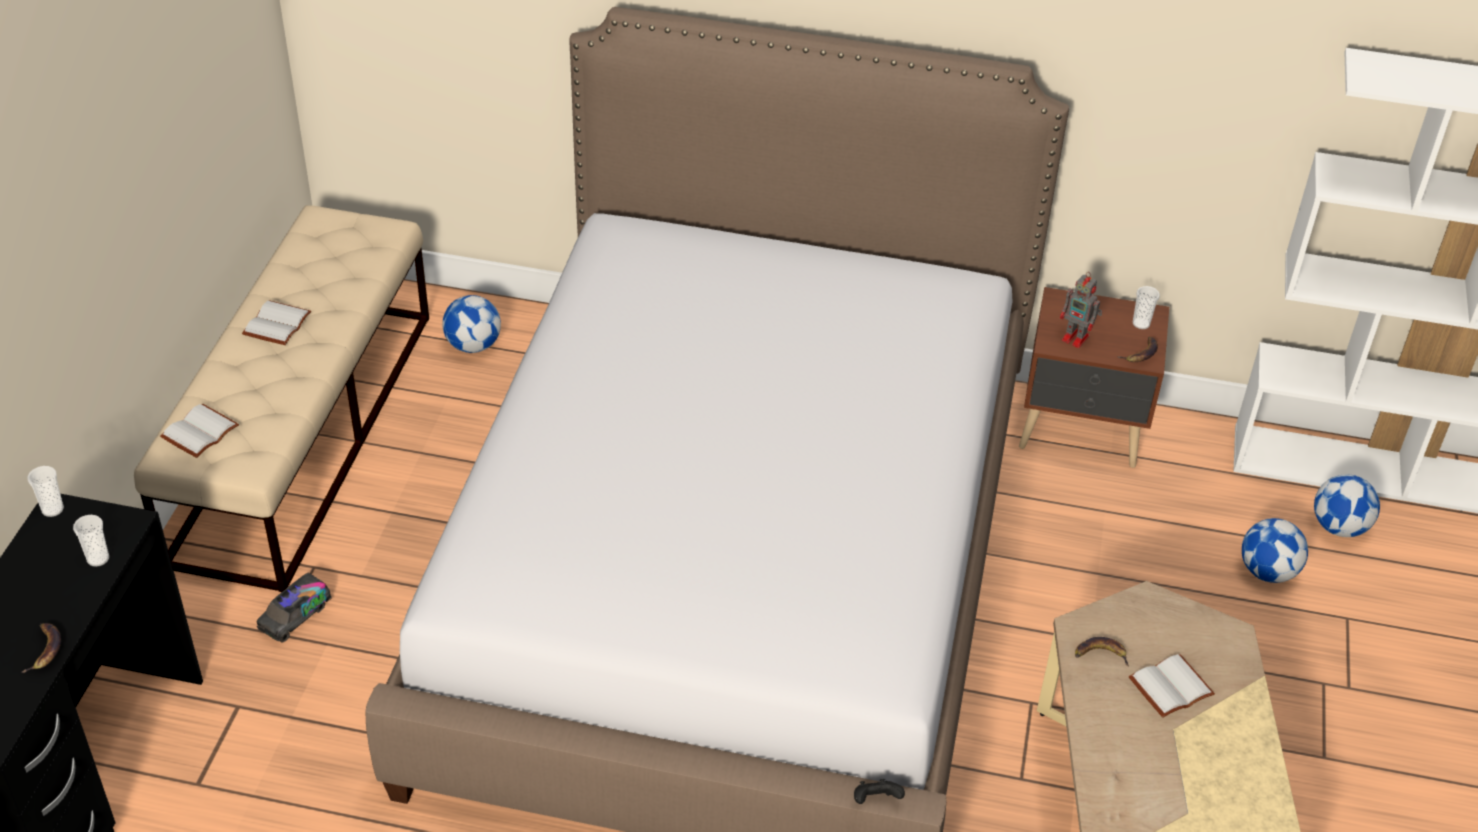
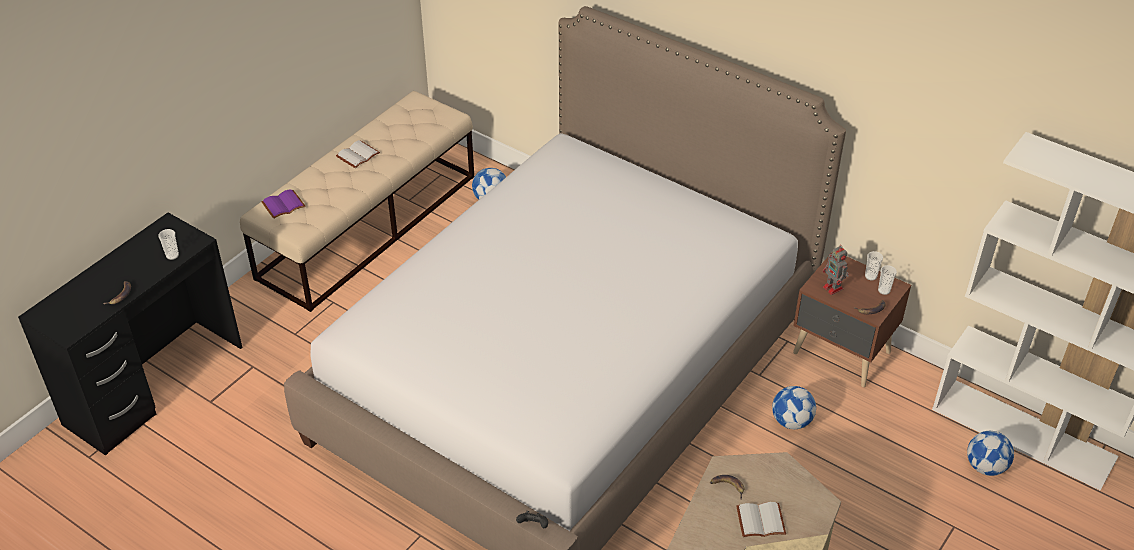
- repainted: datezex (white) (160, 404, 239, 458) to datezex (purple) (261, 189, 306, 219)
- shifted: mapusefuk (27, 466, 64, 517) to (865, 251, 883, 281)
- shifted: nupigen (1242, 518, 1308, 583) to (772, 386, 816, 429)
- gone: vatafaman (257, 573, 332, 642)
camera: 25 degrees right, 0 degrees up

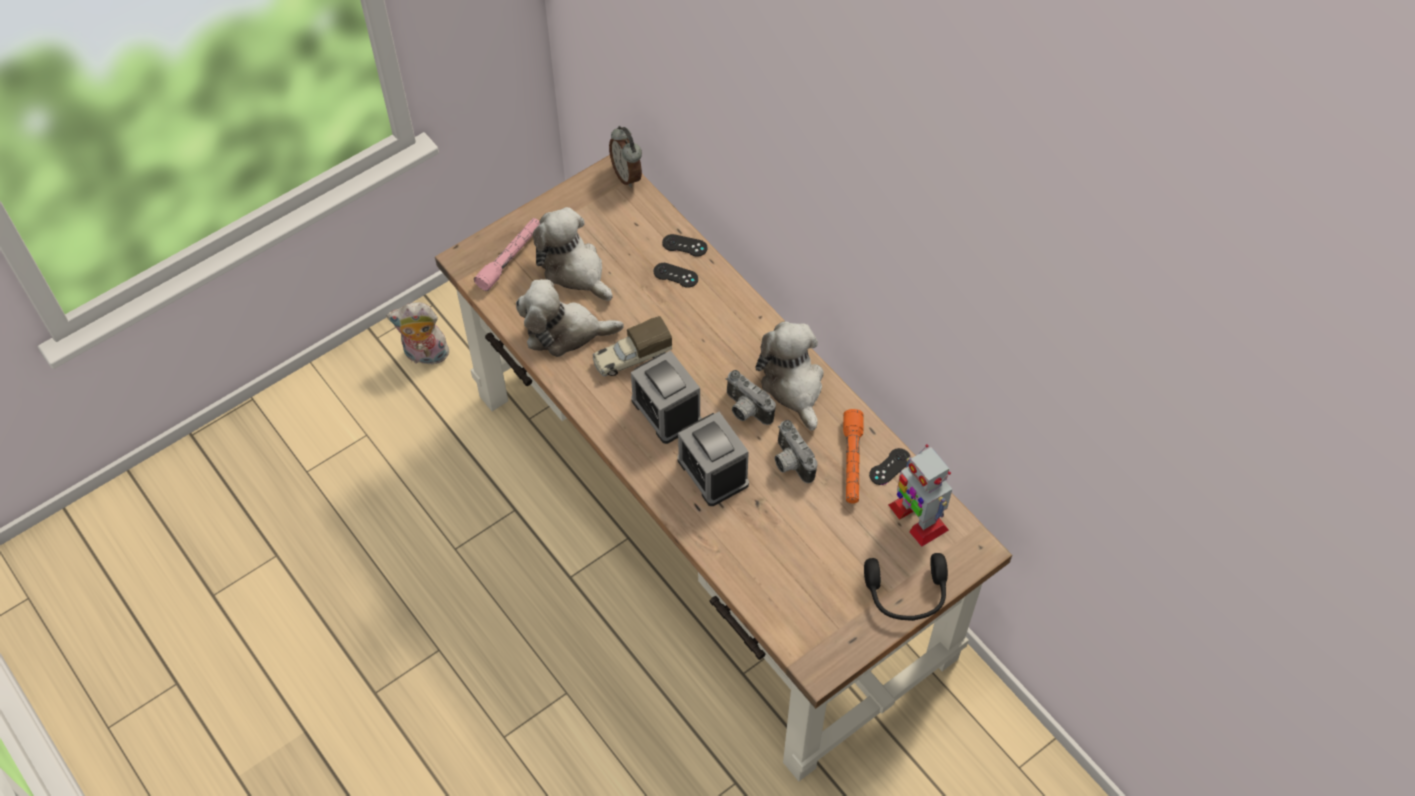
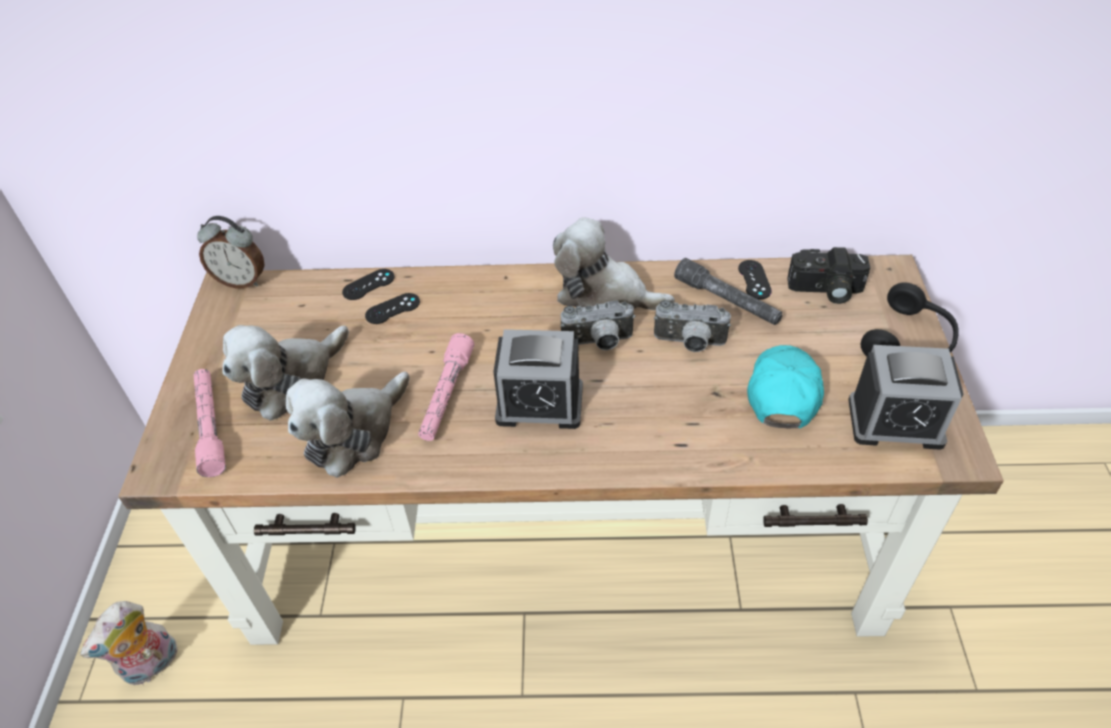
- rotated: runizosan (533, 207, 613, 301) = (223, 325, 349, 421) 45 degrees counterclockwise
- swapped: vatafaman (593, 316, 672, 377) to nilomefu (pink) (418, 333, 474, 441)
- repainted: nilomefu (orange) (843, 409, 864, 504) to nilomefu (grey) (674, 258, 783, 325)
- shifted: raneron (677, 412, 749, 506) to (848, 345, 963, 450)
- swapped: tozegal (888, 444, 952, 547) to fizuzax (787, 247, 870, 304)
- new: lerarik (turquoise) (747, 345, 824, 428)
camera: 50 degrees left, 10 degrees down

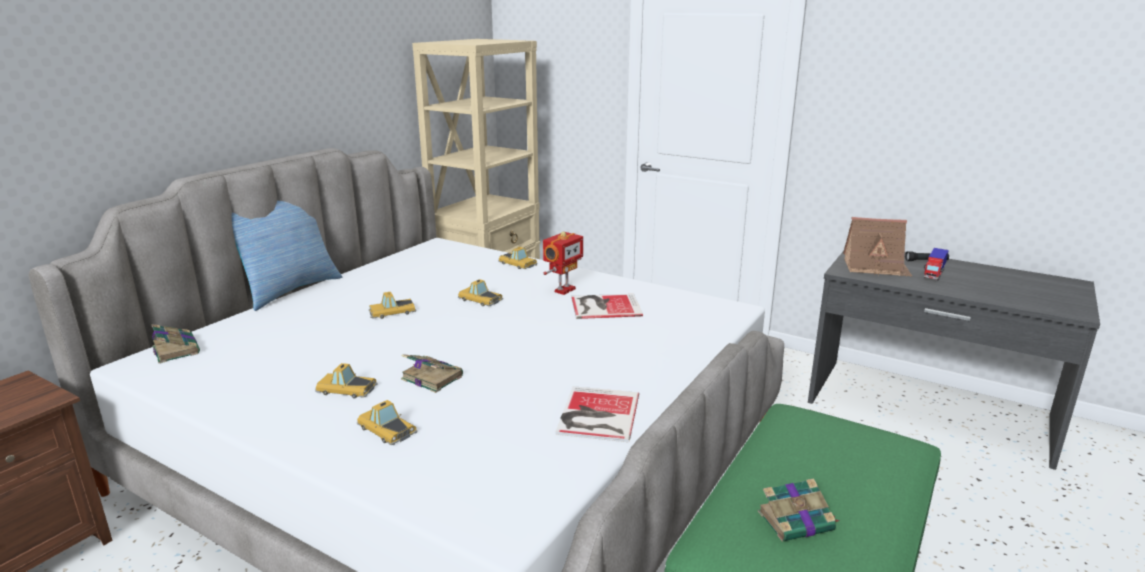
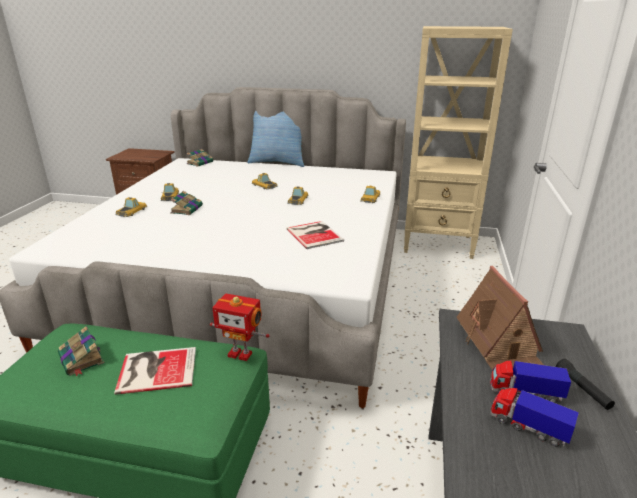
- shifted: tozegal (543, 232, 583, 295) to (210, 293, 270, 361)
- shifted: datezex (555, 386, 639, 442) to (114, 347, 196, 395)
- new: vatafaman (491, 388, 579, 447)
camera: 70 degrees right, 5 degrees up

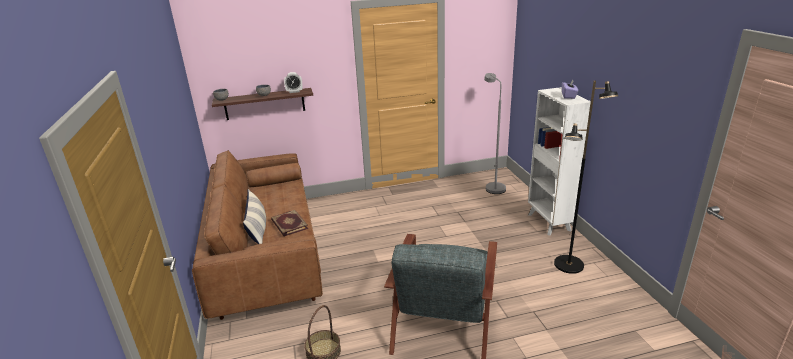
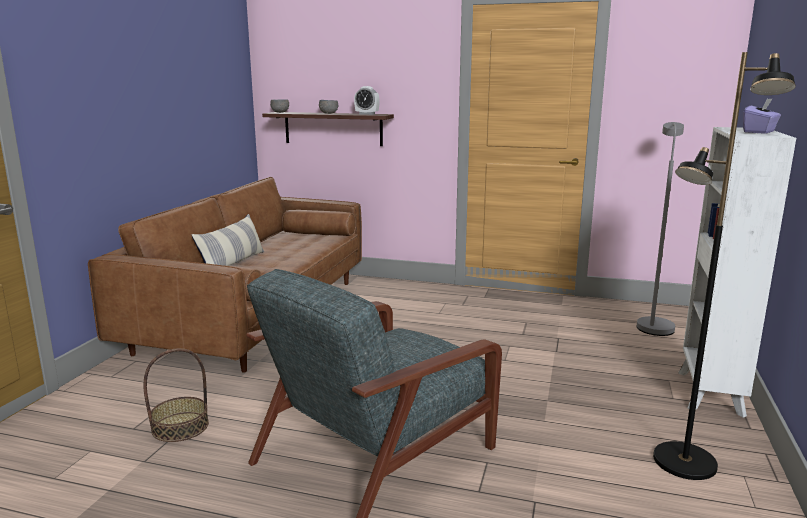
- gone: datezex (271, 210, 308, 237)
camera: 30 degrees right, 10 degrees down

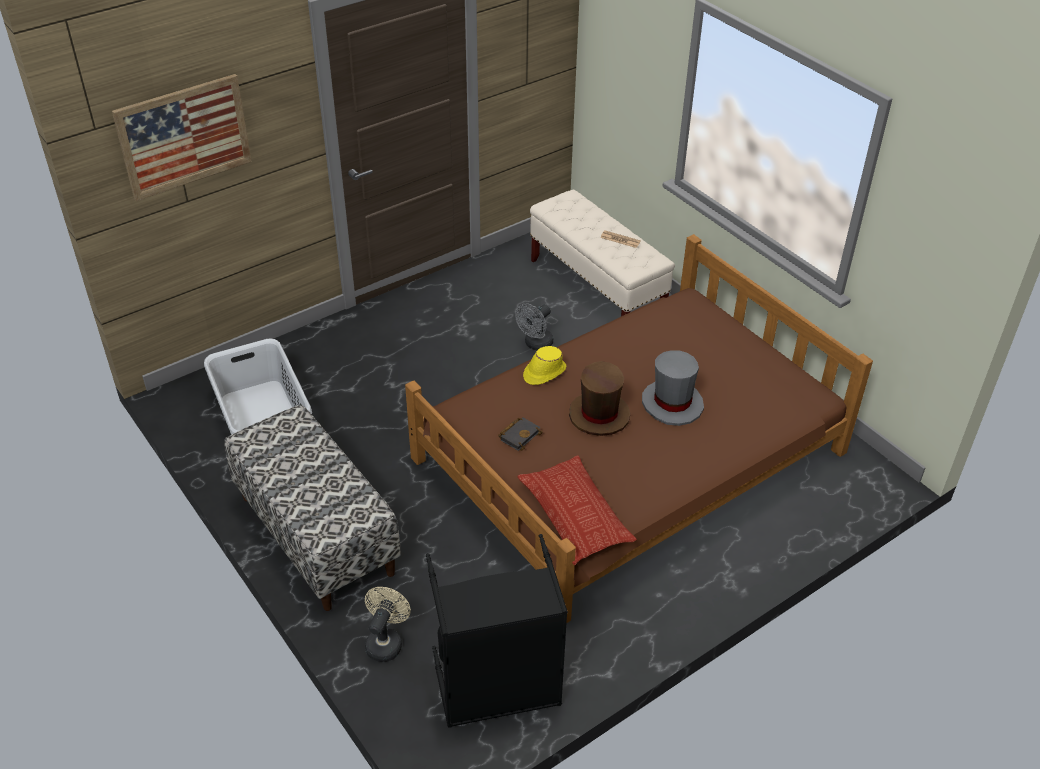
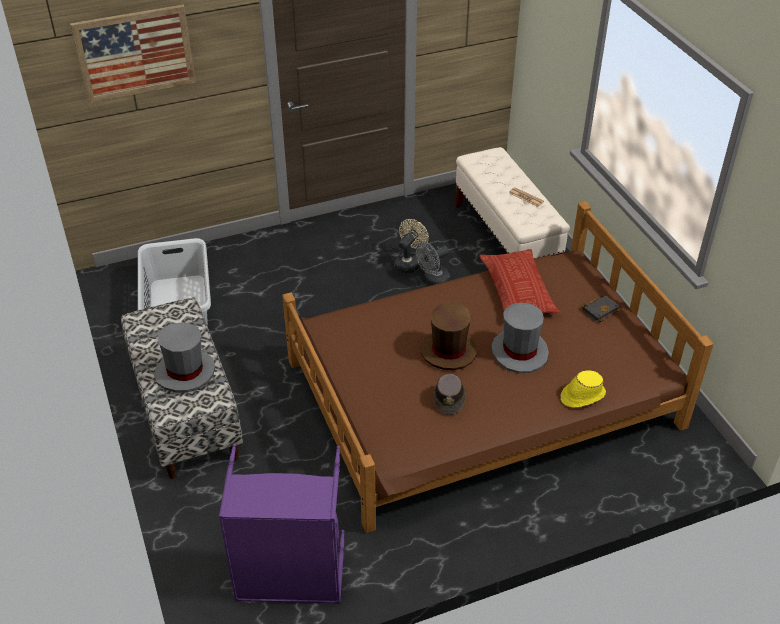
- shifted: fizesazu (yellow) (523, 346, 566, 385) to (561, 370, 606, 408)
- shifted: datezex (black) (498, 418, 543, 451) to (582, 295, 621, 322)
- shifted: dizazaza (517, 456, 637, 565) to (479, 249, 560, 314)
- repainted: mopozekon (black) (426, 534, 568, 728) to mopozekon (purple) (219, 443, 345, 604)
- shifted: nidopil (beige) (365, 587, 411, 662) to (394, 219, 429, 273)
- new: fizesazu (grey) (154, 323, 215, 392)
- new: fizesazu (brown) (433, 374, 466, 415)
camera: 15 degrees right, 0 degrees up

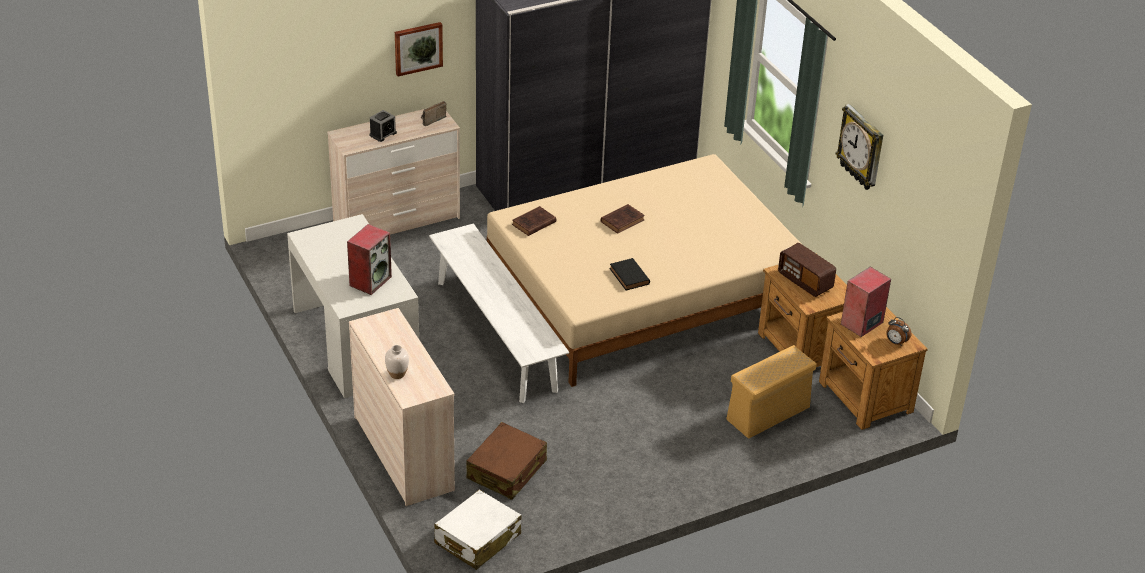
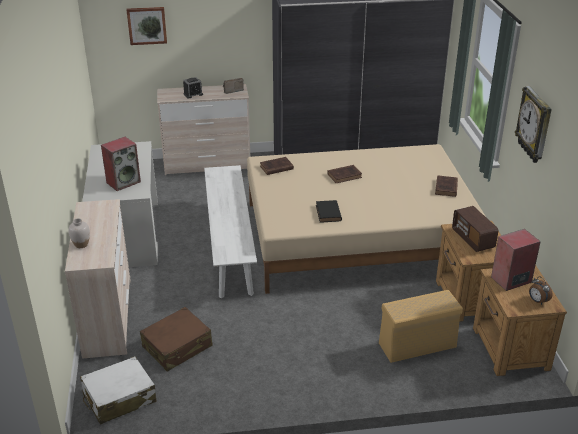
- shifted: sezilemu (395, 22, 443, 76) to (126, 7, 167, 45)
- new: datezex (brown) (435, 176, 458, 197)
camera: 20 degrees right, 5 degrees down

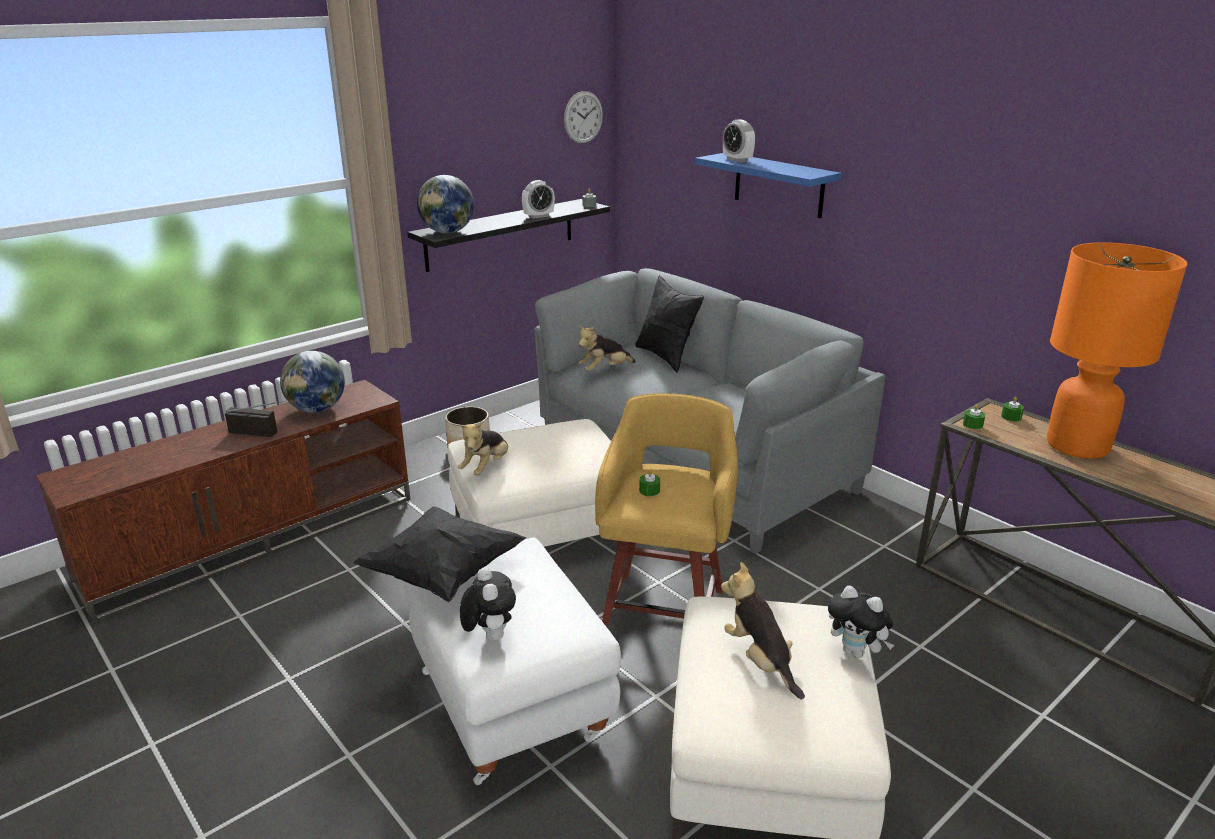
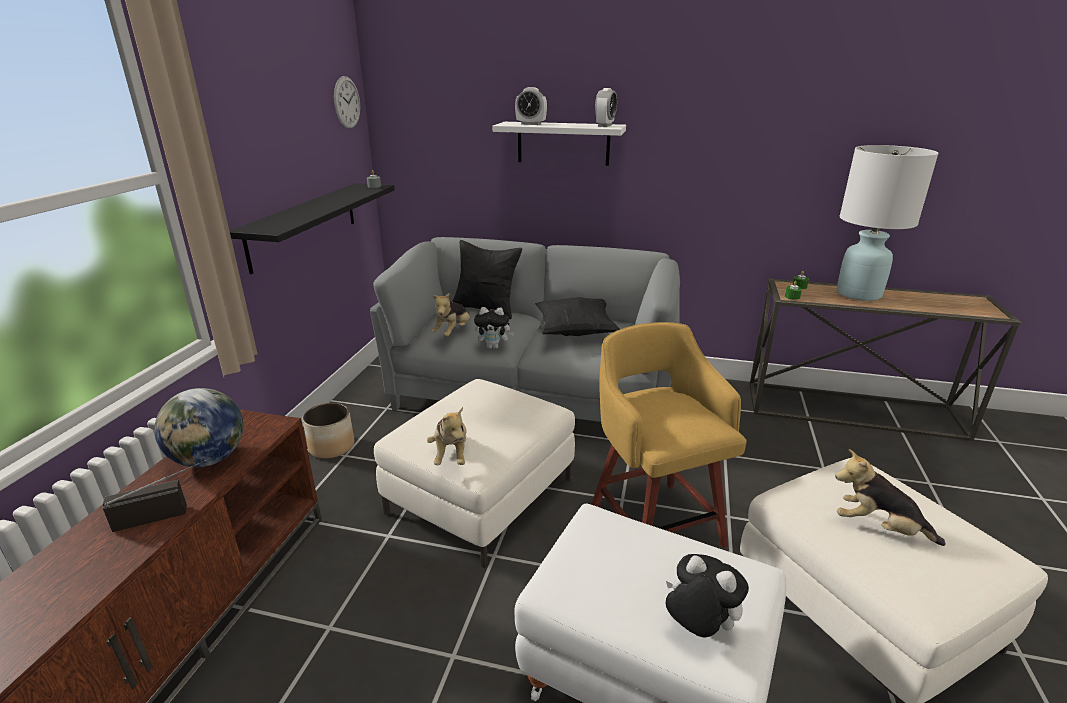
- repainted: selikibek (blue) (695, 153, 842, 219) to selikibek (white) (493, 122, 626, 166)
- gone: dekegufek (417, 175, 474, 233)
- shifted: raneron (522, 180, 555, 219) to (595, 88, 617, 127)
- repainted: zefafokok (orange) (1047, 242, 1187, 459) to zefafokok (white) (837, 145, 939, 301)
- gone: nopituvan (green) (639, 469, 660, 496)
- shifted: dizazaza (black) (353, 506, 526, 602) to (535, 297, 620, 336)
- shifted: runizosan (828, 585, 894, 658) to (474, 307, 515, 349)
camera: 35 degrees left, 0 degrees up

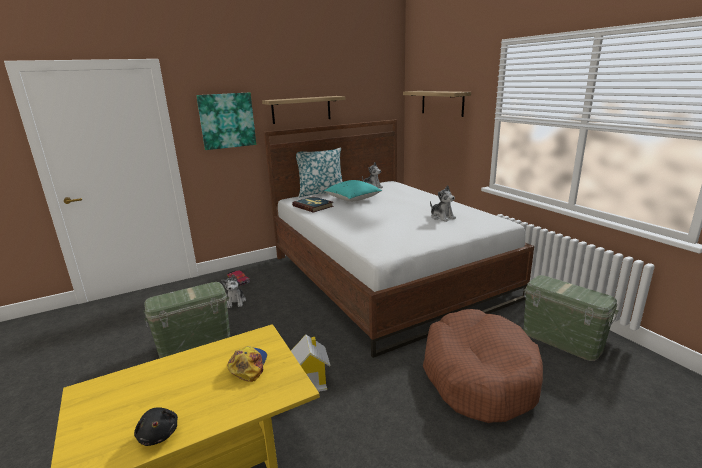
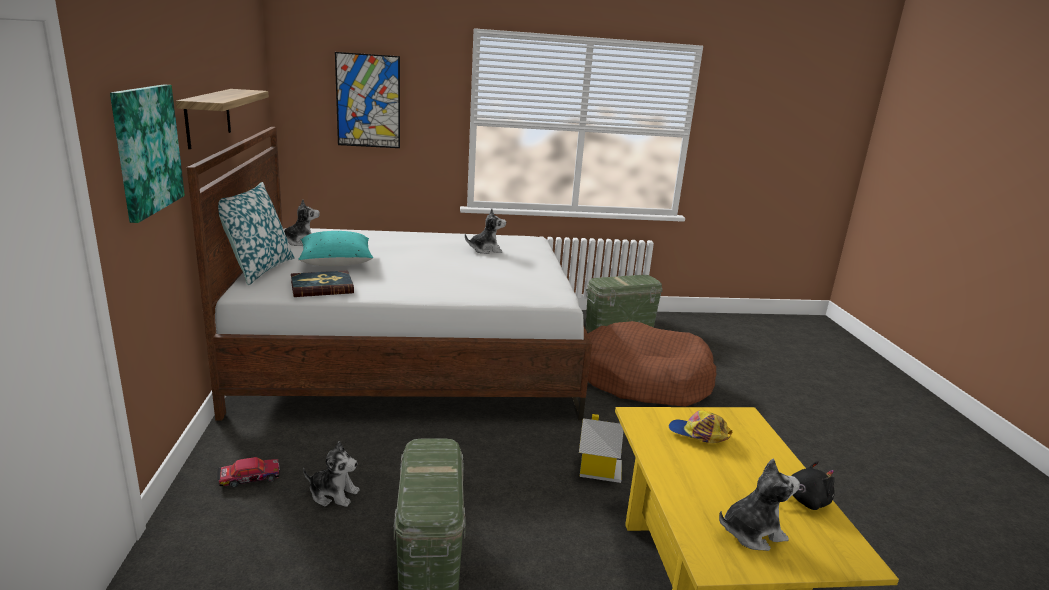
- swapped: selikibek (403, 91, 471, 117) to sezilemu (335, 52, 400, 148)
- new: runizosan (719, 459, 800, 551)
camera: 70 degrees left, 0 degrees up

